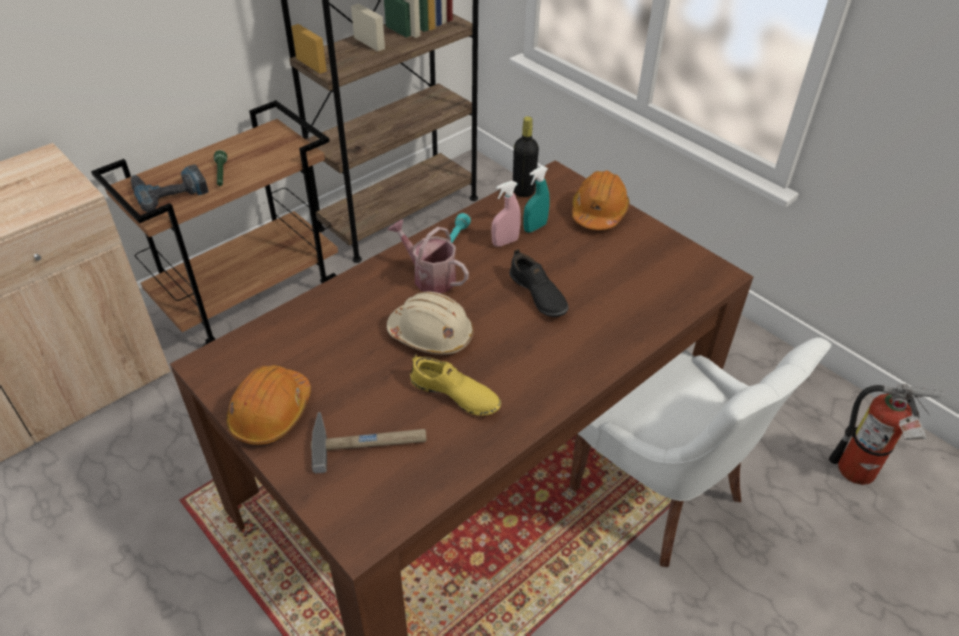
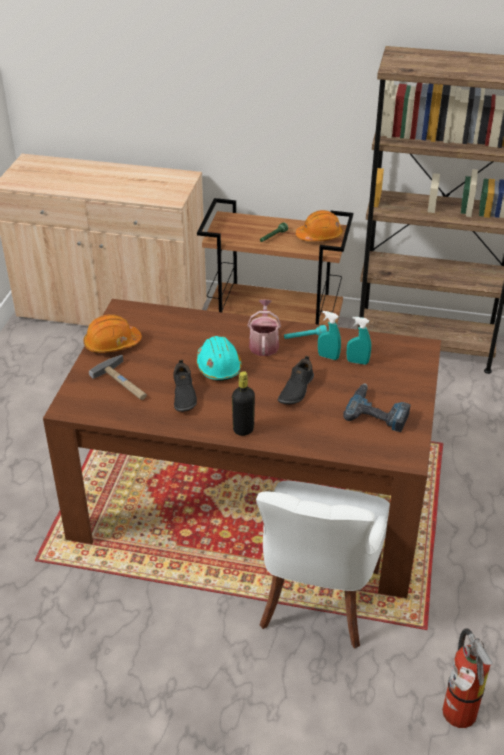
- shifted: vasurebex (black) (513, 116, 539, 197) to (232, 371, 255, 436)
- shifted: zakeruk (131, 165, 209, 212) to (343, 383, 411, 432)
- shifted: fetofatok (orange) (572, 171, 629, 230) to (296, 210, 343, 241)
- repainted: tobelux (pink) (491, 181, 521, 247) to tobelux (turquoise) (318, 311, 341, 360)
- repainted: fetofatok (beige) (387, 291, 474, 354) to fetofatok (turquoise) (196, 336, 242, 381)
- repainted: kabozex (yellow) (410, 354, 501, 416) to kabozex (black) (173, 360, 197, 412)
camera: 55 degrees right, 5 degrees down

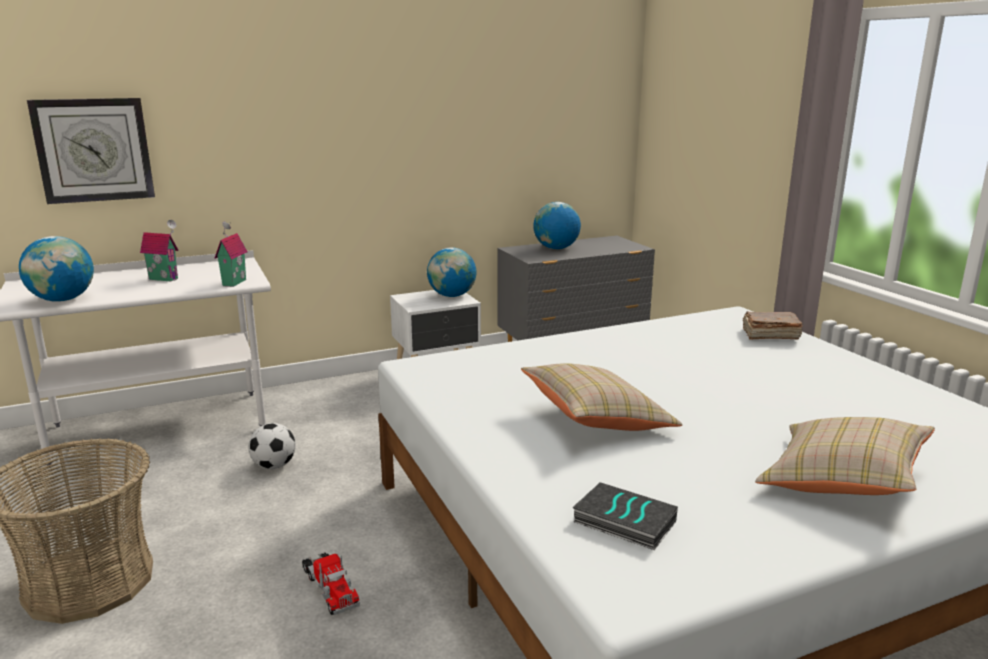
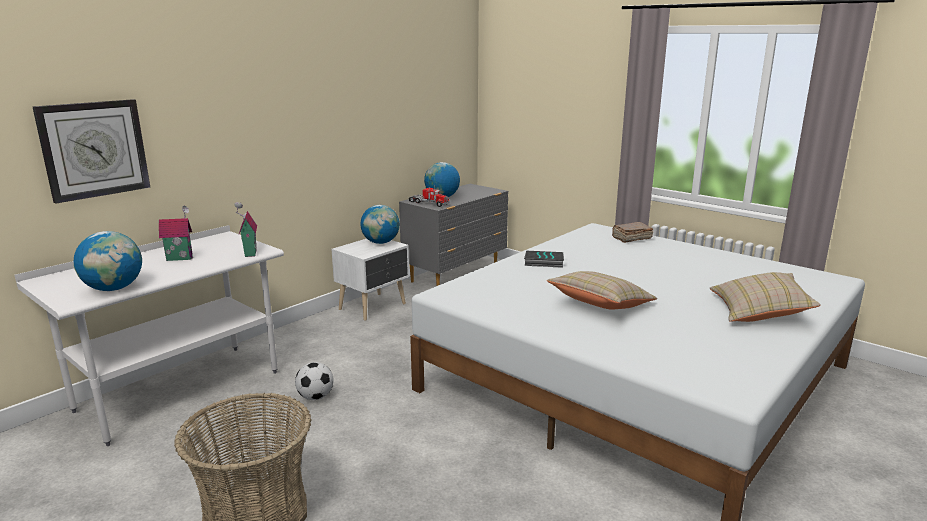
- shifted: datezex (573, 482, 678, 550) to (524, 251, 564, 268)
- shifted: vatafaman (302, 552, 360, 615) to (409, 188, 450, 207)
camera: 25 degrees left, 0 degrees up

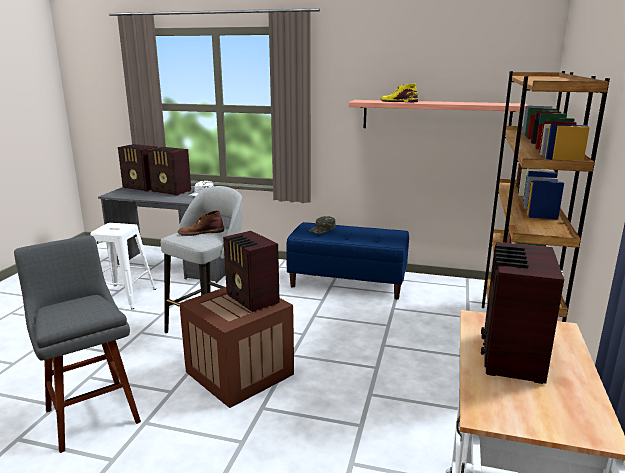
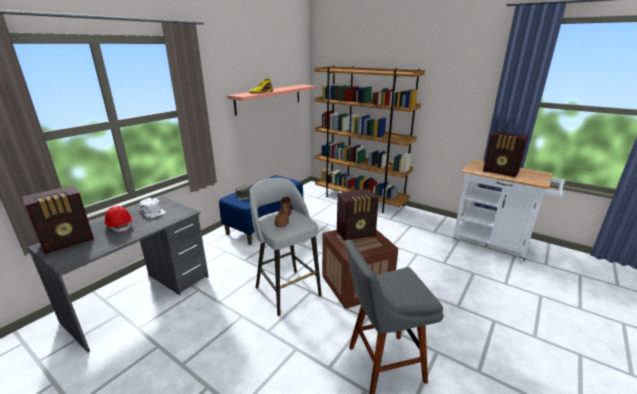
- swapped: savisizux (147, 147, 191, 196) to fetofatok (red) (104, 206, 132, 232)
- gone: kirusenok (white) (91, 223, 156, 309)
camera: 70 degrees left, 5 degrees up

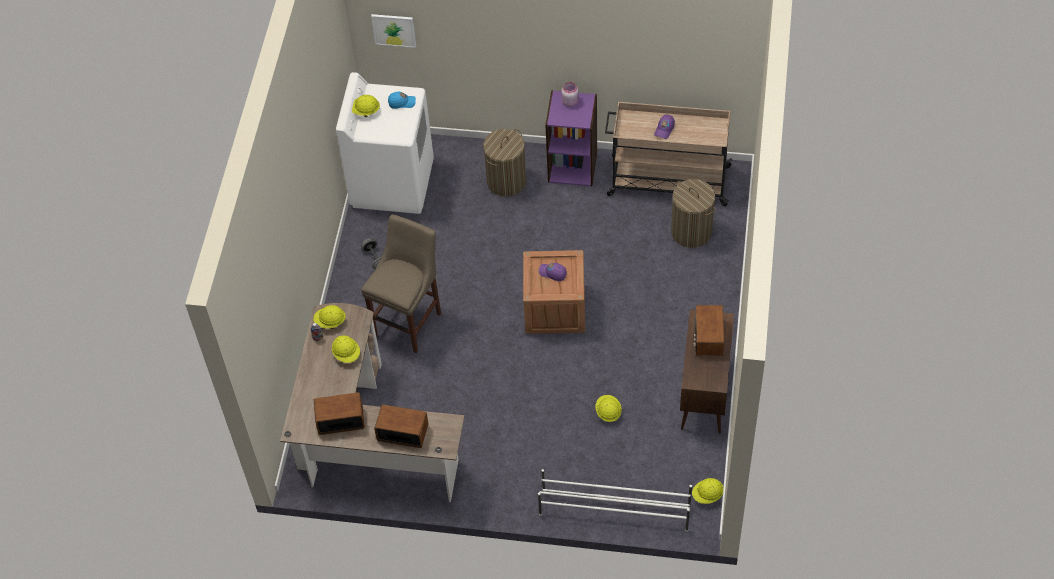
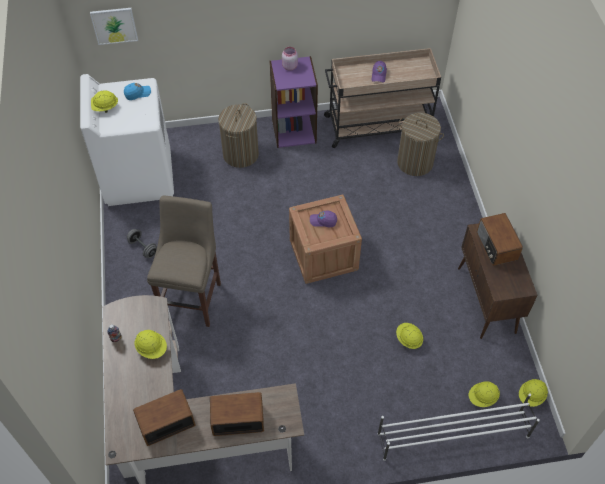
- shifted: fetofatok (yellow) (313, 305, 346, 329) to (469, 381, 500, 407)
camera: 20 degrees left, 0 degrees up

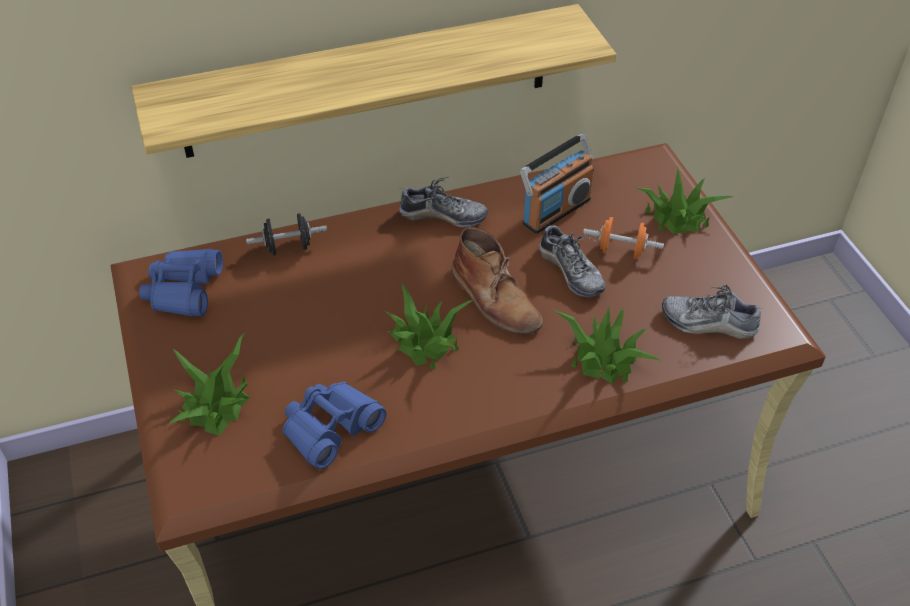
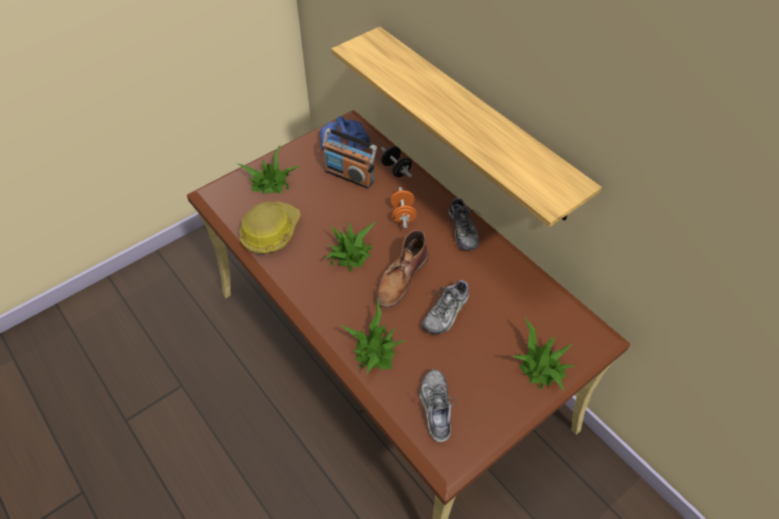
- shifted: savisizux (520, 134, 594, 234) to (323, 128, 377, 189)
- shifted: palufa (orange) (583, 217, 664, 259) to (390, 187, 417, 228)
- swapped: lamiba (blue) (283, 382, 387, 469) to fetofatok (240, 201, 301, 253)
camera: 70 degrees right, 5 degrees up

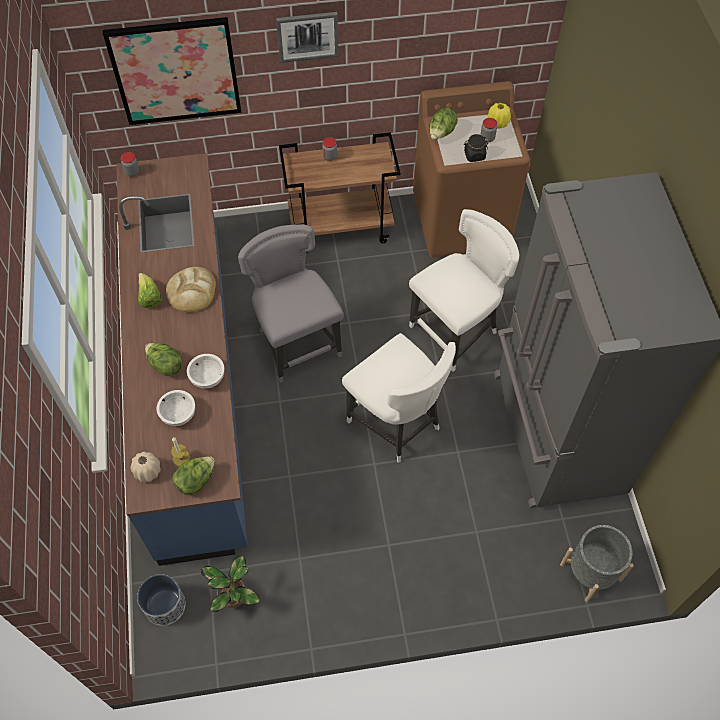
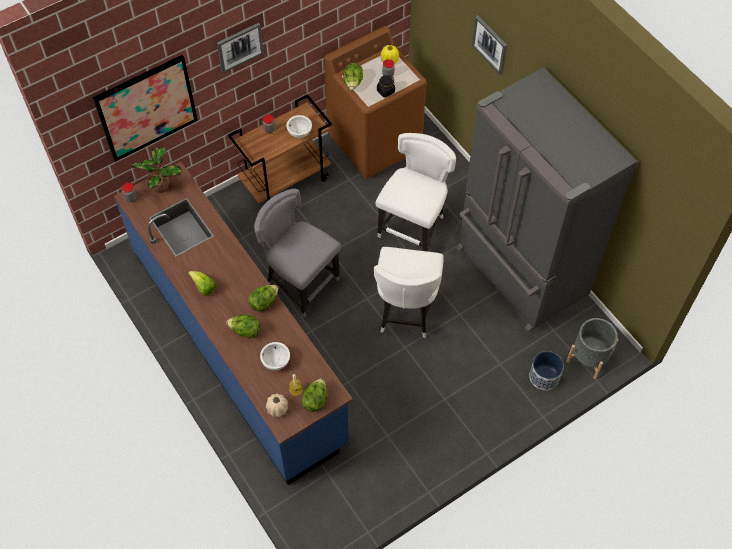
- gone: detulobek (166, 267, 216, 312)
- rotated: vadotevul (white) (342, 333, 456, 463) = (374, 247, 444, 338) 75 degrees clockwise
- shifted: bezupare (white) (187, 354, 224, 389) to (286, 115, 312, 138)
- shifted: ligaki (201, 556, 260, 613) to (131, 147, 182, 193)
- shifted: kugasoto (137, 574, 185, 626) to (529, 351, 564, 390)
- new: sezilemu (472, 15, 507, 75)
- new: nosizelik (248, 285, 278, 312)
camera: 25 degrees left, 0 degrees up

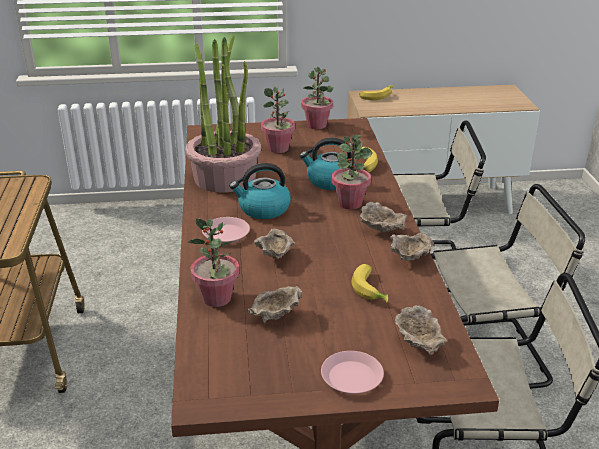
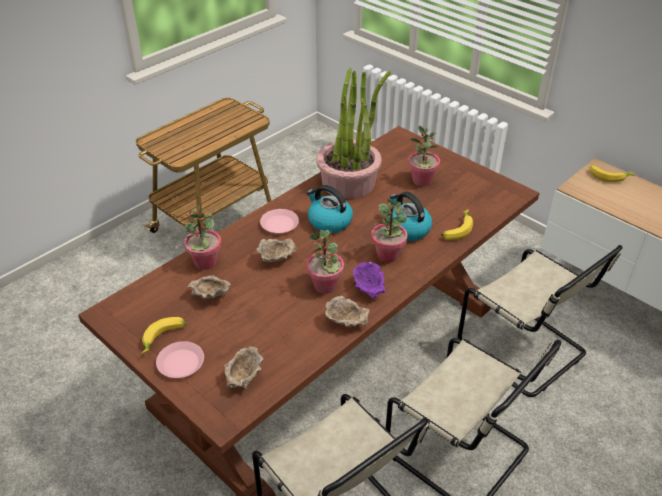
- shifted: ligaki (301, 67, 334, 129) to (306, 230, 344, 294)
- repainted: bezupare (beige) (360, 202, 407, 233) to bezupare (purple) (353, 262, 385, 299)
- shifted: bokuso (352, 264, 388, 302) to (141, 317, 186, 354)
camera: 50 degrees right, 10 degrees up

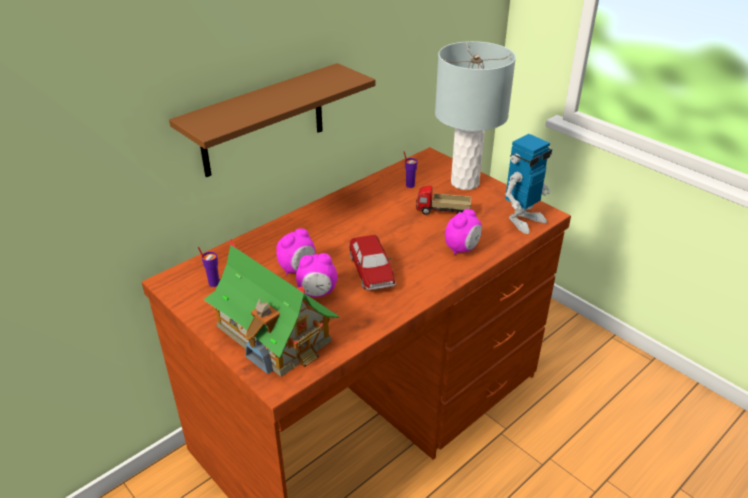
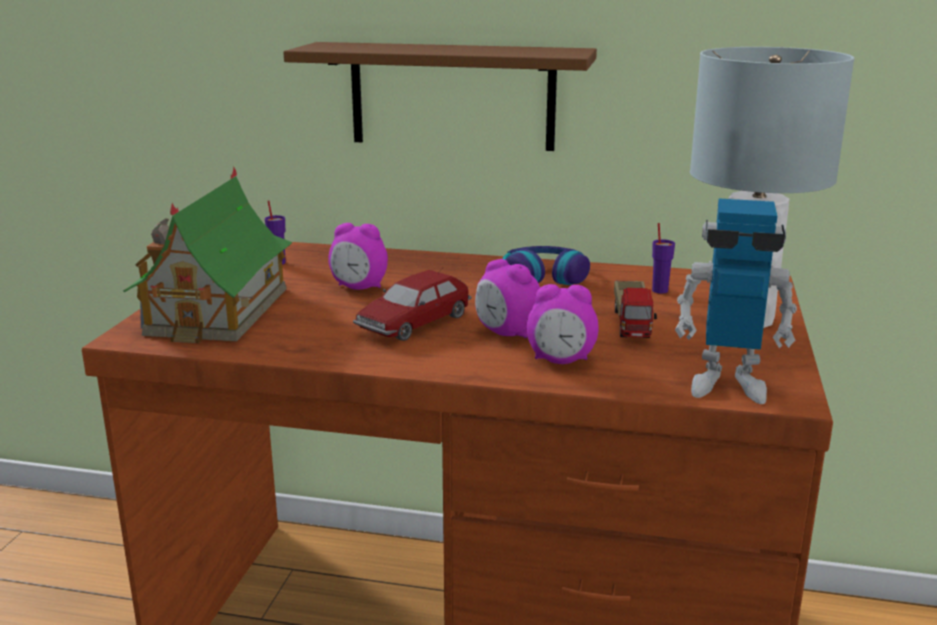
- rotated: vatafaman (416, 186, 472, 215) = (614, 281, 657, 338) 150 degrees counterclockwise
- shifted: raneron (296, 253, 338, 297) to (475, 259, 540, 339)
- new: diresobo (503, 246, 590, 285)
camera: 55 degrees right, 15 degrees down

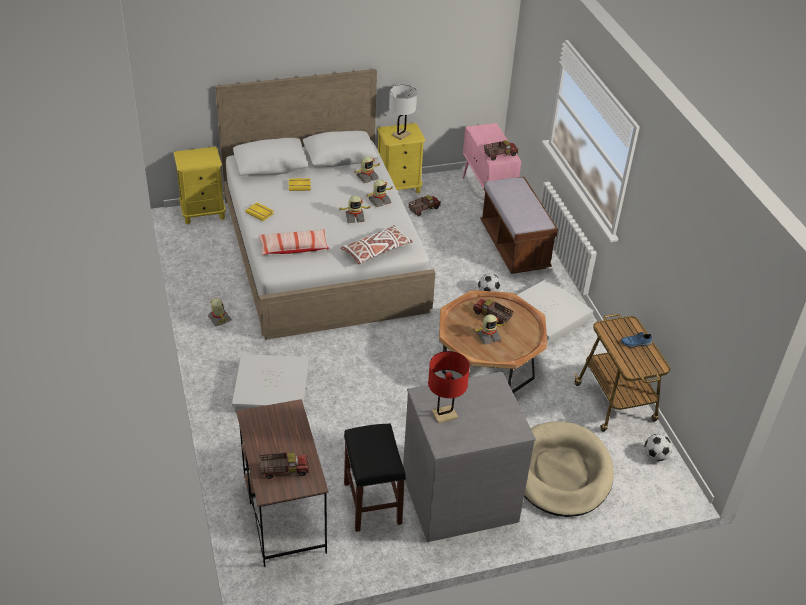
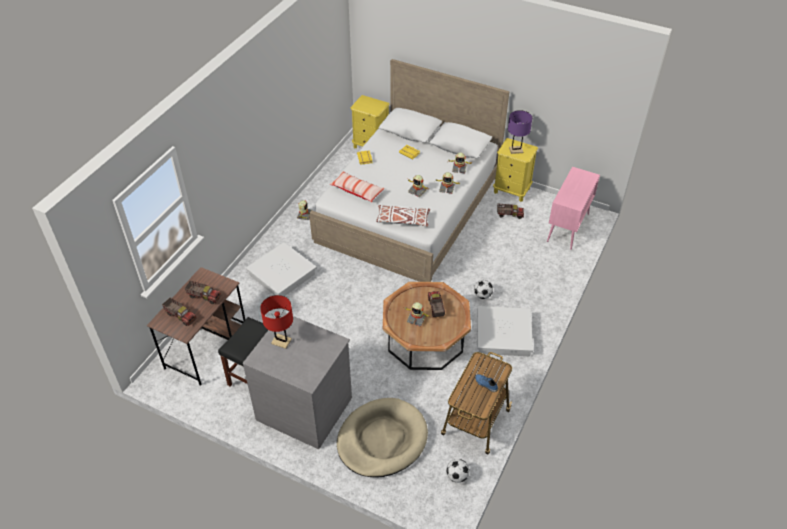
- repainted: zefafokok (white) (389, 85, 417, 140) to zefafokok (purple) (508, 110, 532, 154)
- shifted: vatafaman (484, 140, 518, 160) to (185, 281, 221, 304)
- gone: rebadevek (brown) (480, 177, 558, 274)
camera: 45 degrees right, 5 degrees up

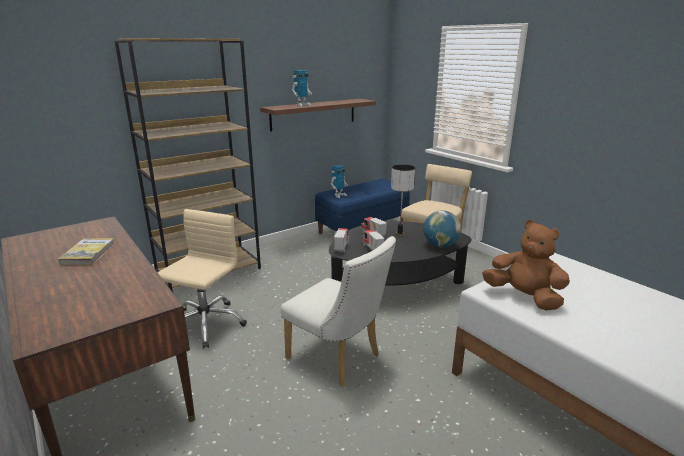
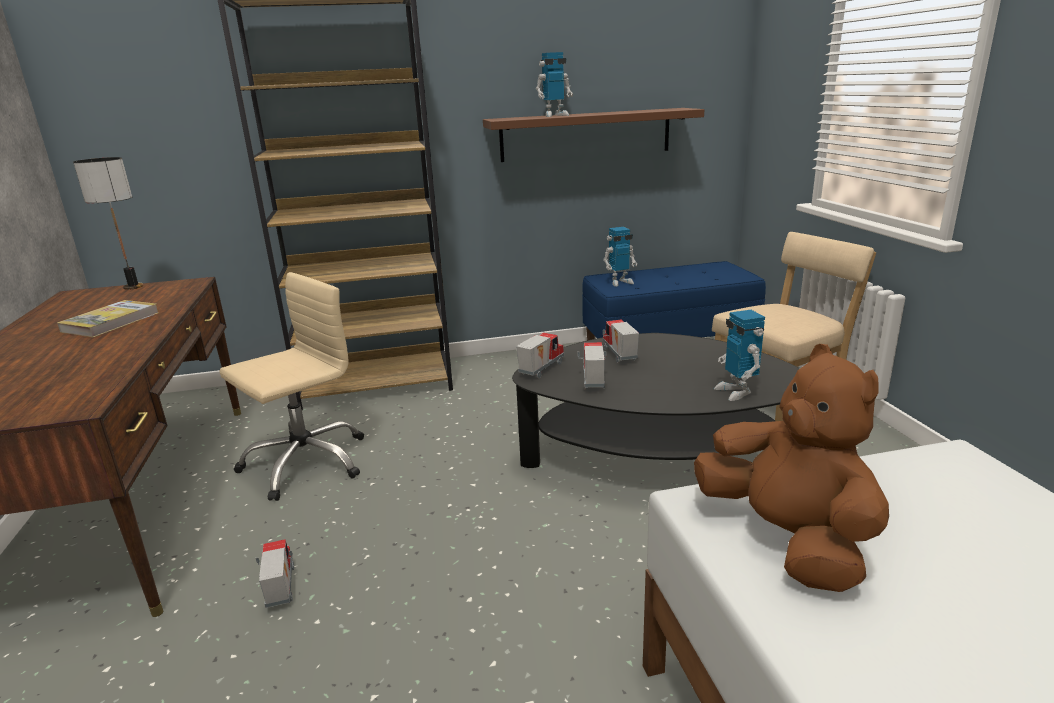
- shifted: zefafokok (391, 164, 415, 236) to (73, 157, 143, 290)
- swapped: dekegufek (423, 210, 461, 247) to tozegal (714, 310, 765, 401)
- gone: vadotevul (white) (281, 236, 396, 387)
- new: vatafaman (256, 539, 294, 608)
camera: 25 degrees right, 0 degrees up

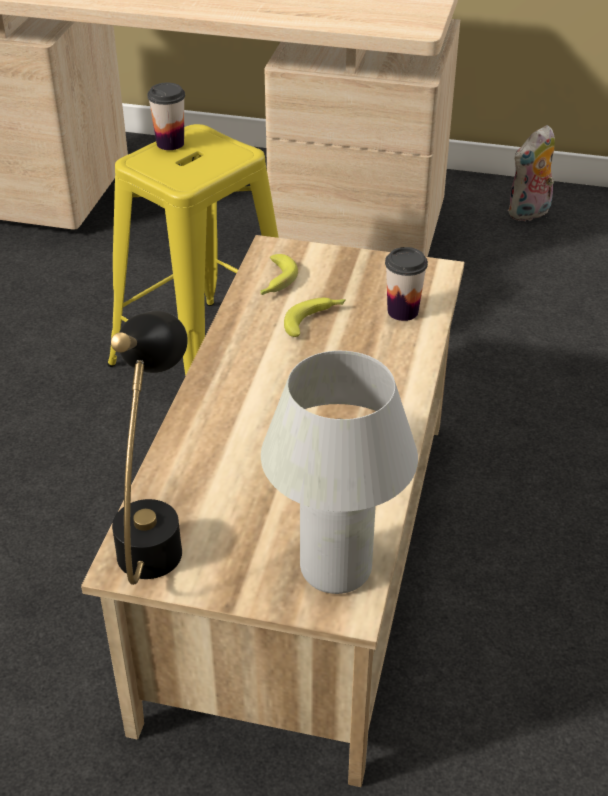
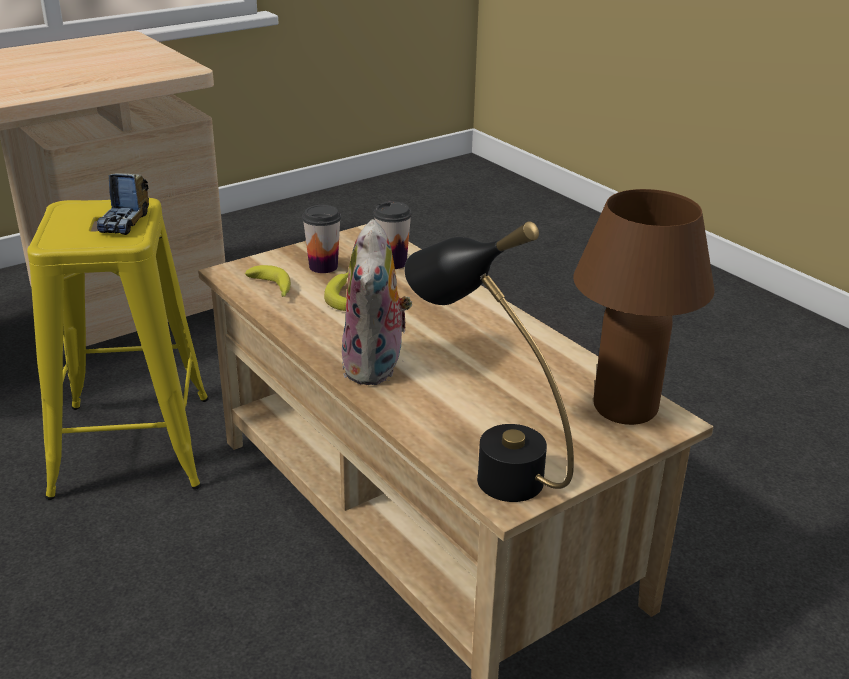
- shifted: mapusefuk (147, 83, 185, 150) to (302, 205, 341, 273)
- shifted: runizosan (508, 125, 555, 221) to (342, 219, 412, 385)
- repainted: zefafokok (white) (261, 351, 418, 594) to zefafokok (brown) (573, 189, 714, 425)
- new: vatafaman (97, 173, 149, 235)
camera: 50 degrees left, 10 degrees down

